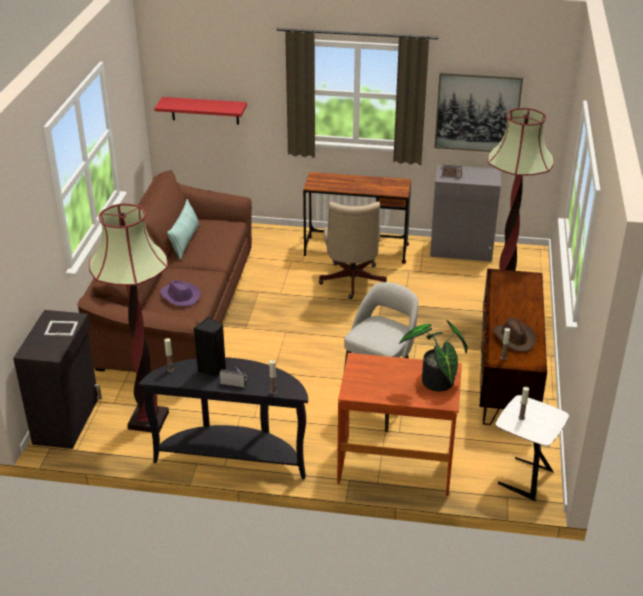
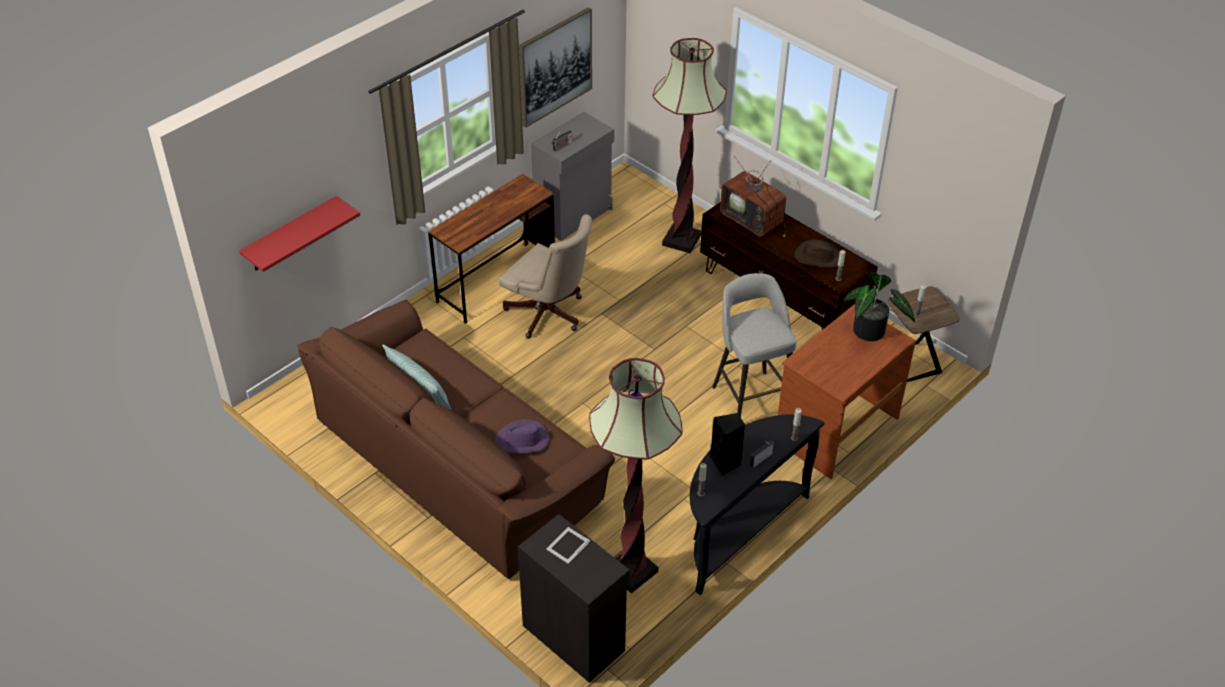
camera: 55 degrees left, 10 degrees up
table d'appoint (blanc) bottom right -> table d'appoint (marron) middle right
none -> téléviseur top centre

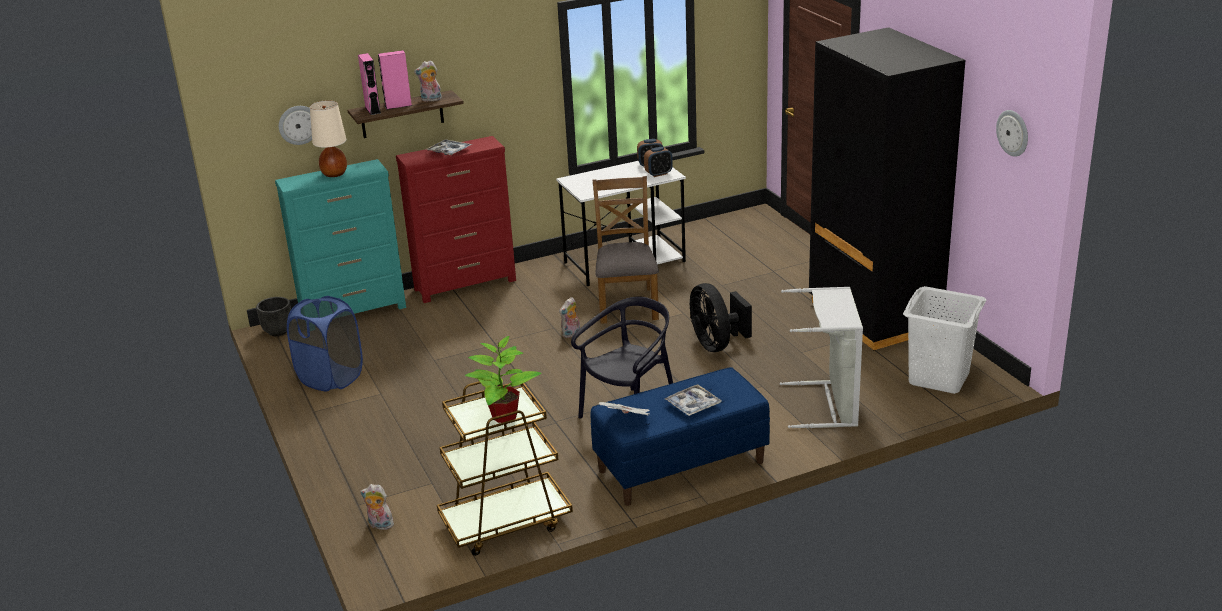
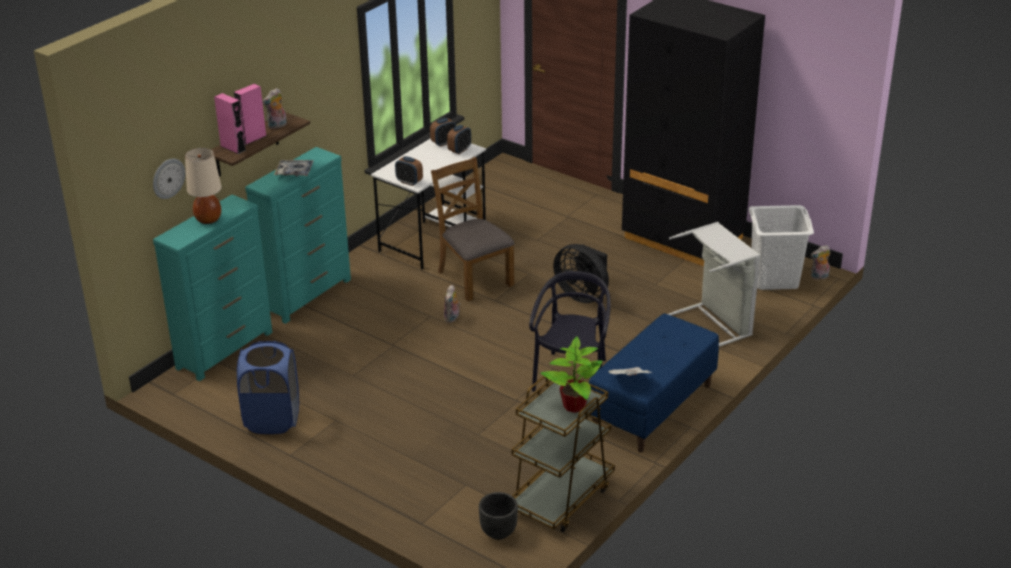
camera: 30 degrees left, 5 degrees up
cache-pot (noir) middle left -> cache-pot (noir) bottom centre, shifted
peluche (no. 1 from left in the first image) bottom left -> peluche (no. 3 from left) middle right, shifted
commode (rouge) centre -> commode (turquoise) (no. 2 from left) middle left
plateau (no. 2 from left) centre -> none
horloge murale (no. 2 from left) top right -> none
none -> réveil (no. 1 from left) top centre

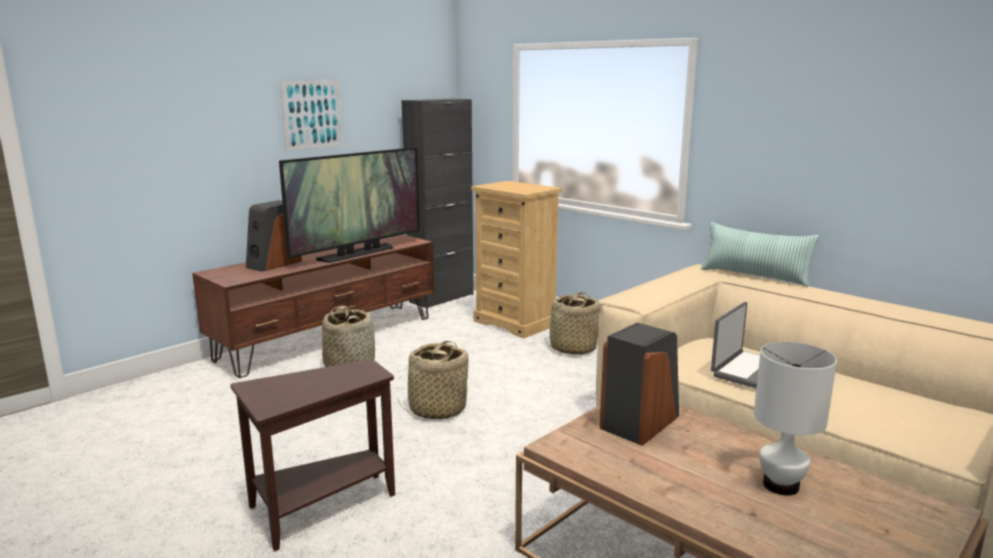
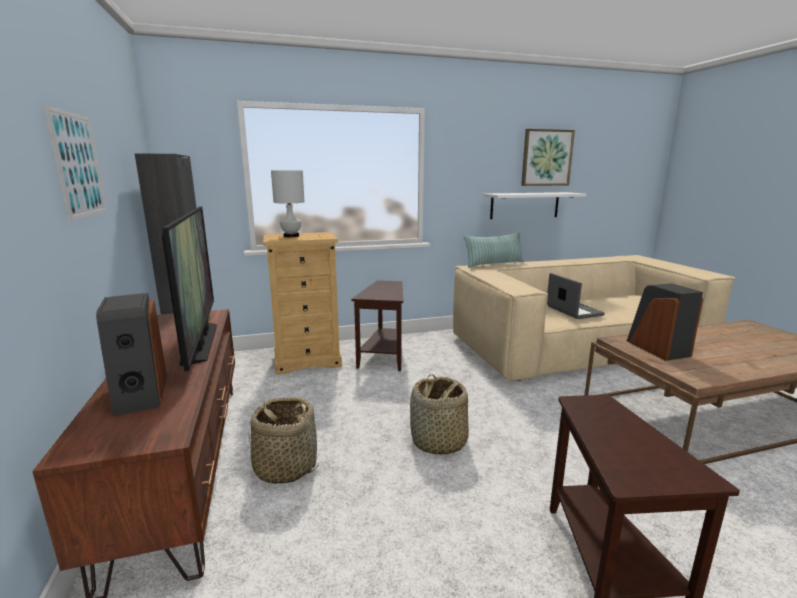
camera: 60 degrees left, 0 degrees up
panier (no. 3 from left) centre -> table d'appoint (marron) (no. 1 from left) centre
lampe de table (blanc) bottom right -> lampe de table (blanc) centre, shifted
none -> étagère (blanc) middle right
none -> tableau (no. 2 from left) top right

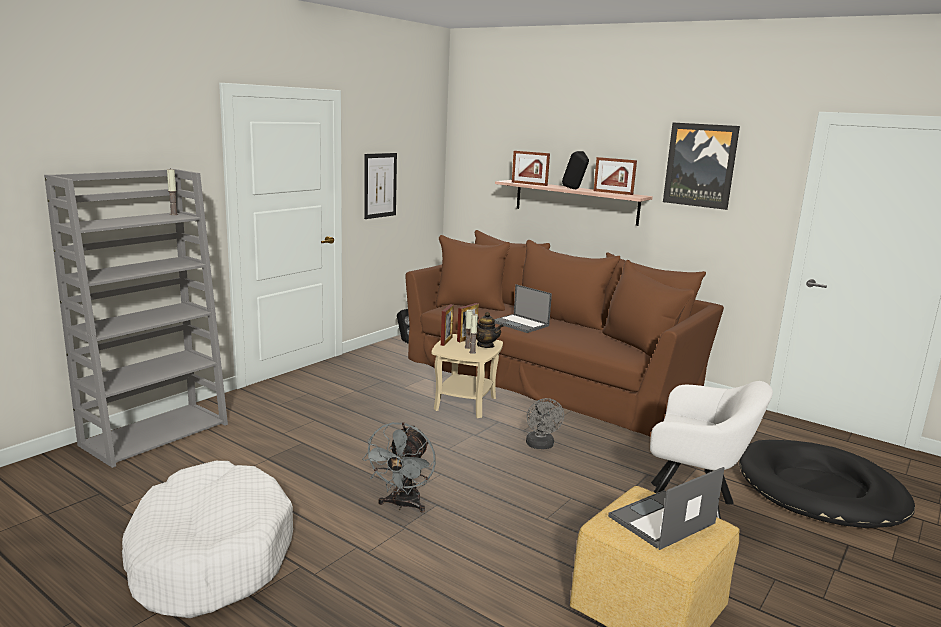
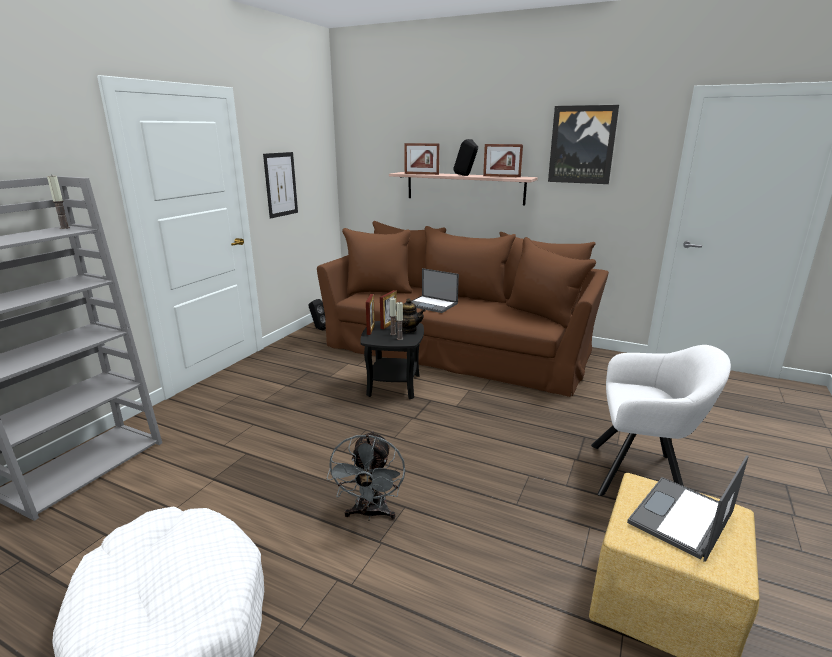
camera: 10 degrees left, 5 degrees up
table d'appoint (beige) centre -> table d'appoint (noir) centre
ventilateur (gris) (no. 2 from left) bottom centre -> none
panier pour chien (noir) bottom right -> none

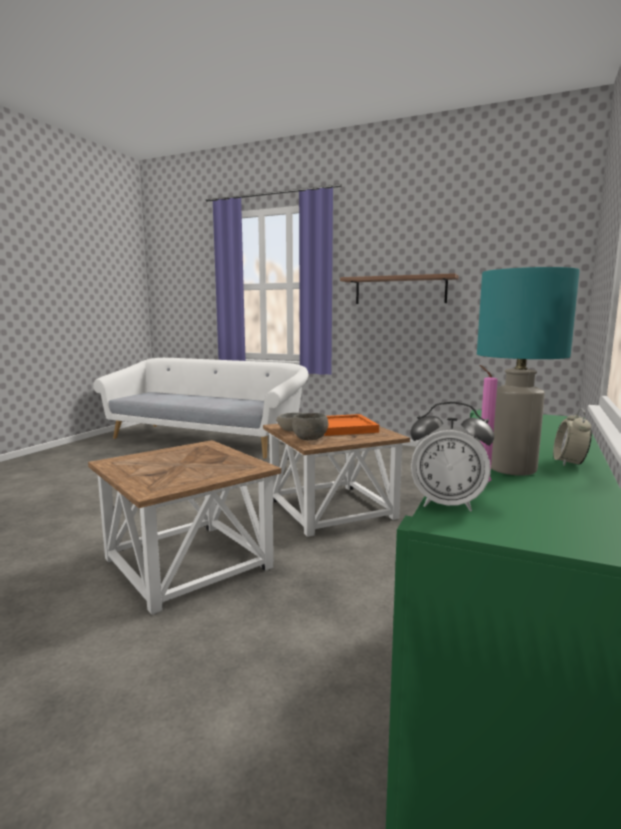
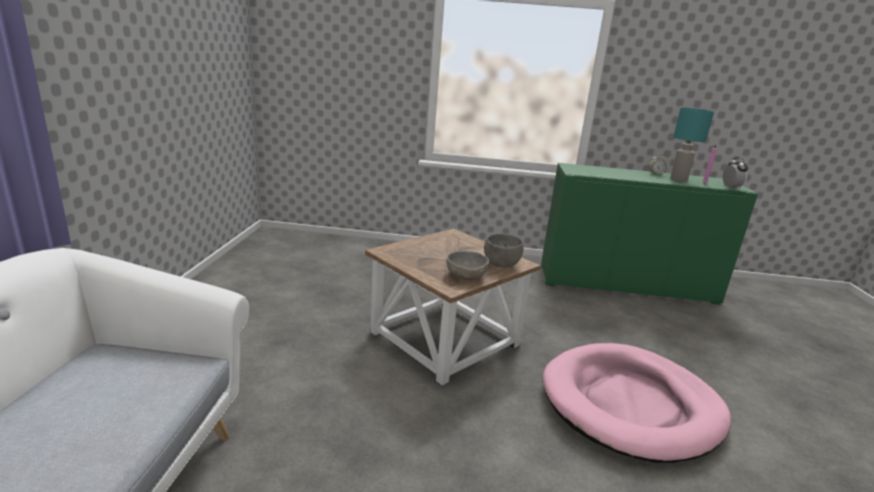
camera: 110 degrees left, 10 degrees up
table d'appoint (marron) (no. 1 from left) middle left -> panier pour chien (rose) bottom right
plateau (orange) centre -> none
étagère centre -> none

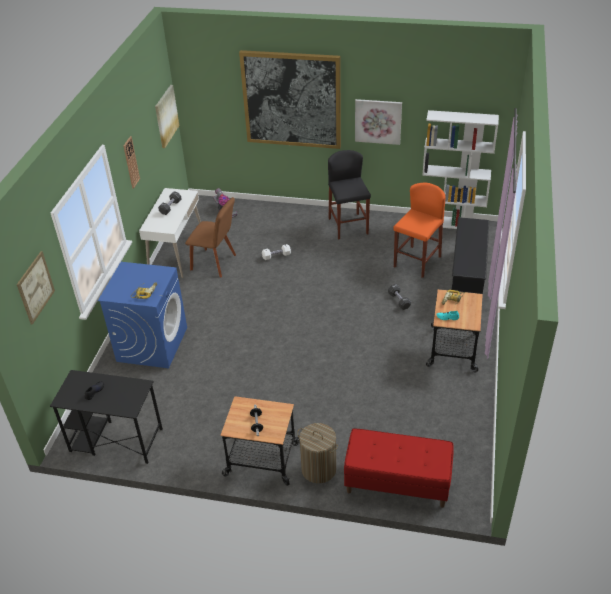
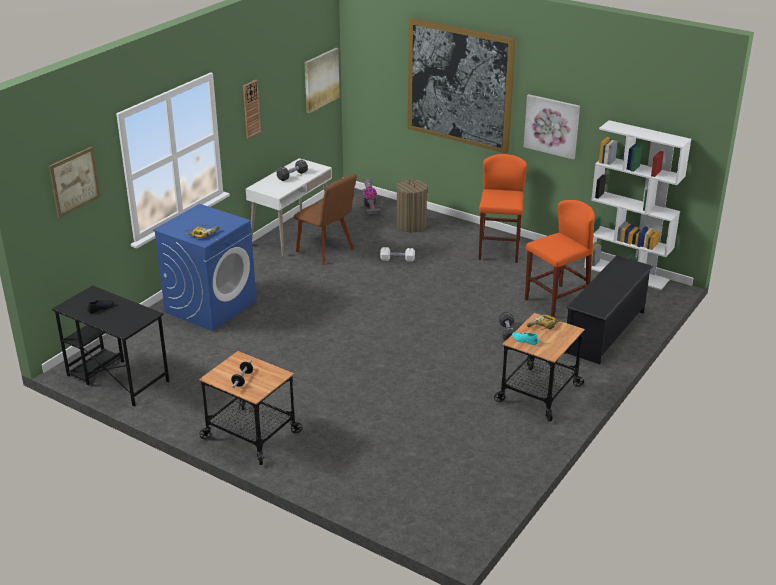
camera: 20 degrees right, 10 degrees down
panier à linge bottom centre -> panier à linge centre, shifted
tabouret (noir) top centre -> tabouret (orange) (no. 1 from left) centre
banc (rouge) bottom centre -> none

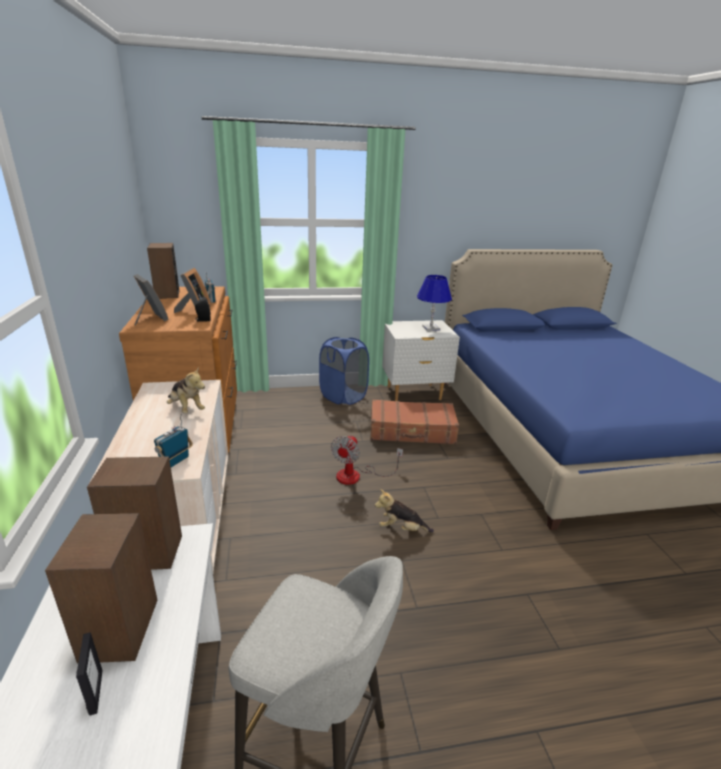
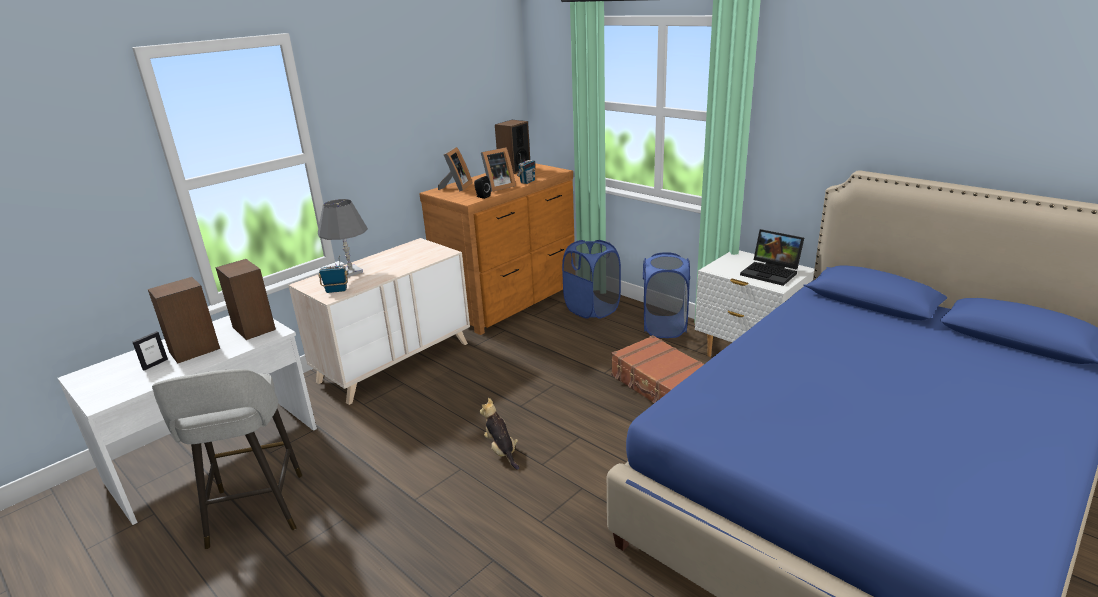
camera: 55 degrees right, 0 degrees up
peluche (no. 1 from left) middle left -> none
ventilateur centre -> none
lampe de table (bleu) centre -> ordinateur portable middle right
none -> lampe de table (gris) middle left
none -> panier à linge (bleu) (no. 1 from left) centre

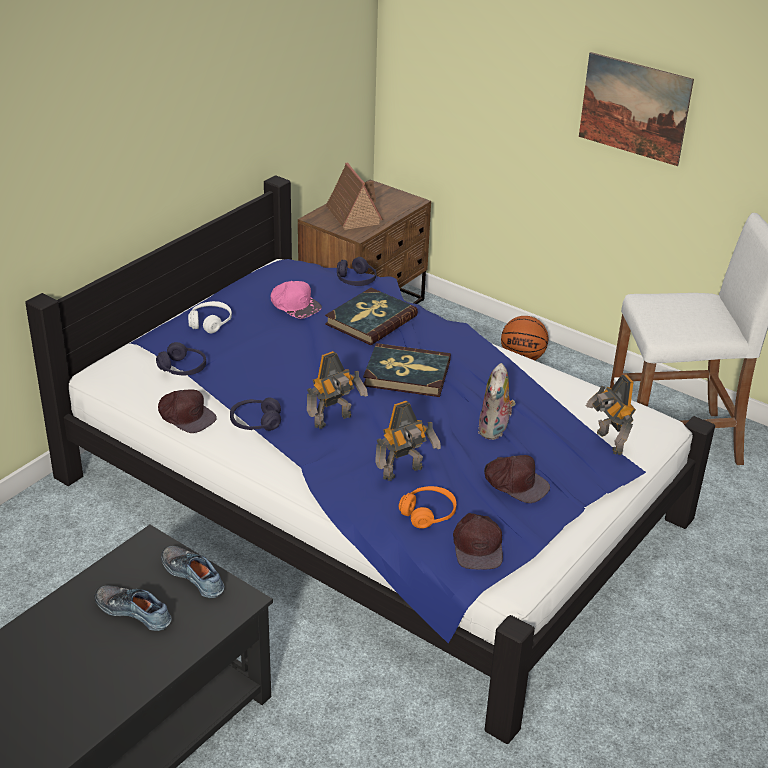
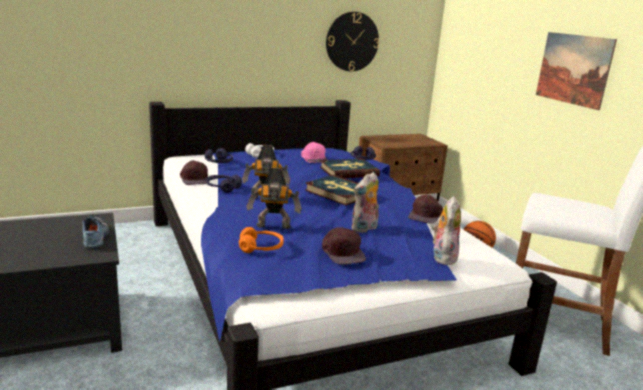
camera: 30 degrees right, 15 degrees down
chaussure (no. 1 from left) bottom left -> none
maison miniature top centre -> none
casquette (marron) (no. 2 from left in the first image) bottom centre -> casquette (marron) (no. 3 from left) centre, shifted
robot jouet (no. 3 from left) middle right -> peluche (no. 2 from left) middle right
none -> horloge murale top centre

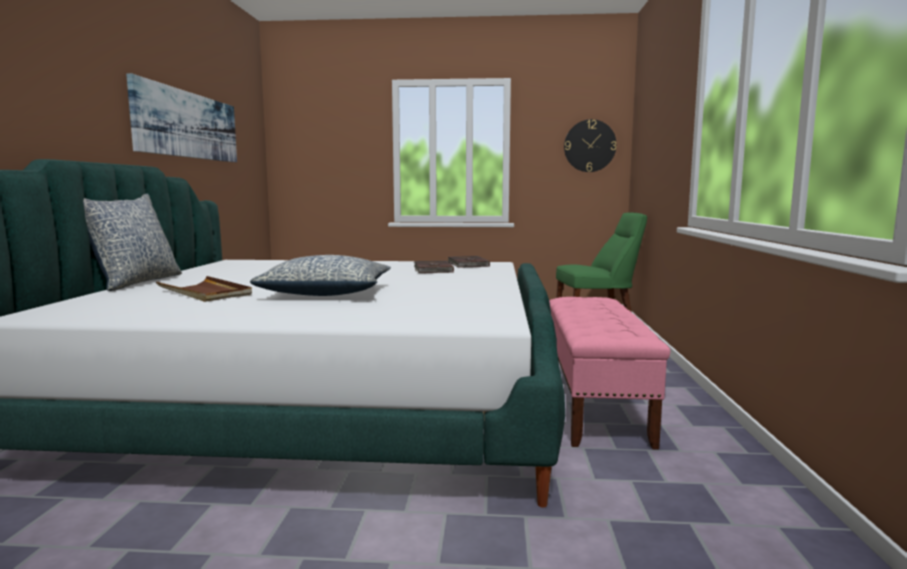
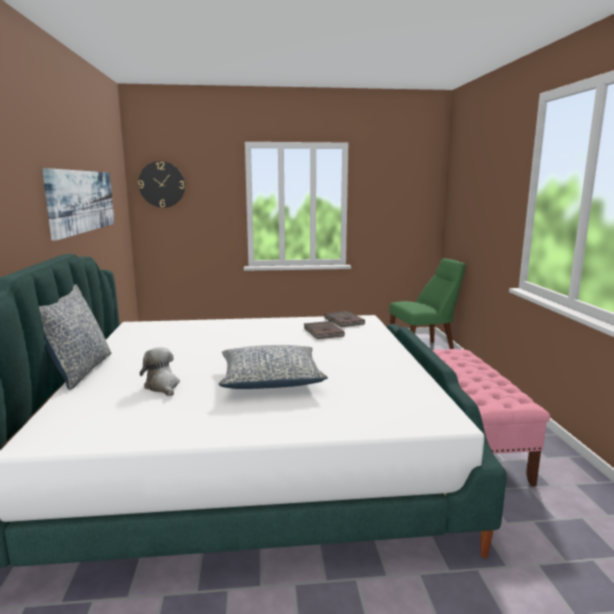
camera: 10 degrees left, 5 degrees up
plateau (marron) middle left -> peluche middle left
horloge murale top centre -> horloge murale top left, shifted

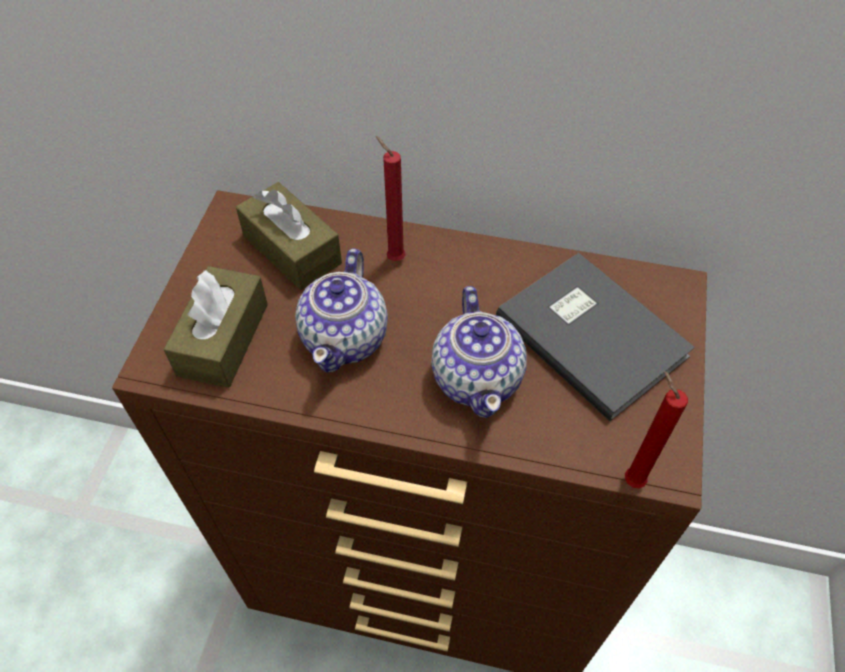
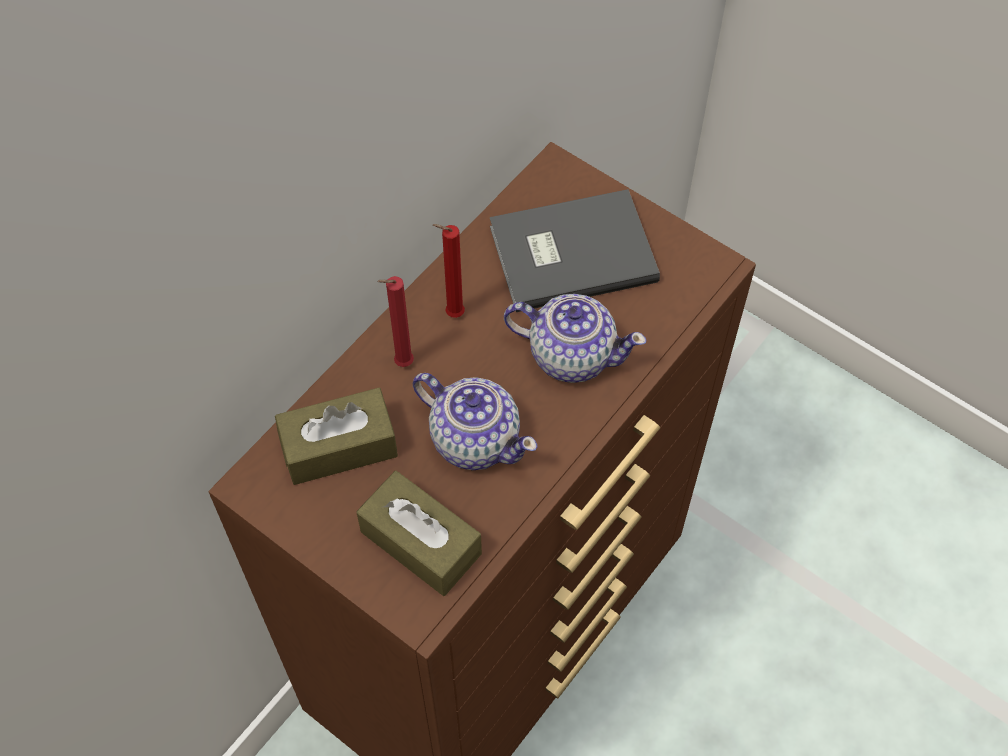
camera: 65 degrees left, 5 degrees up
bougie (rouge) (no. 2 from left) middle right -> bougie (rouge) (no. 2 from left) centre, shifted

